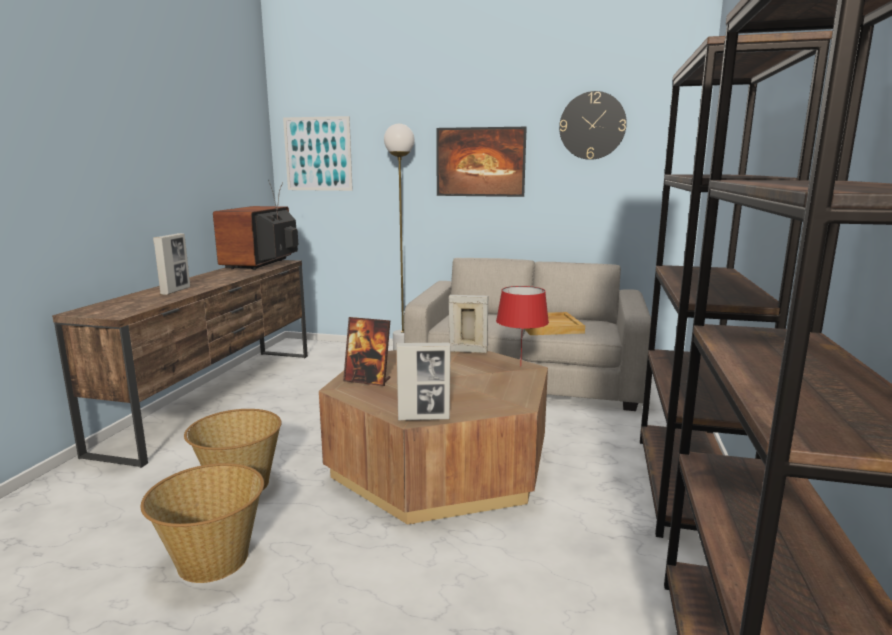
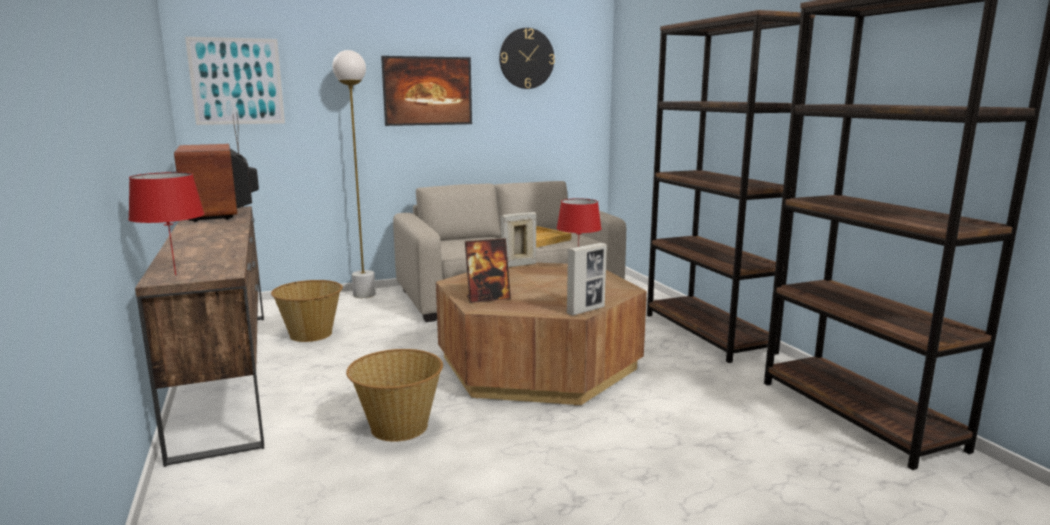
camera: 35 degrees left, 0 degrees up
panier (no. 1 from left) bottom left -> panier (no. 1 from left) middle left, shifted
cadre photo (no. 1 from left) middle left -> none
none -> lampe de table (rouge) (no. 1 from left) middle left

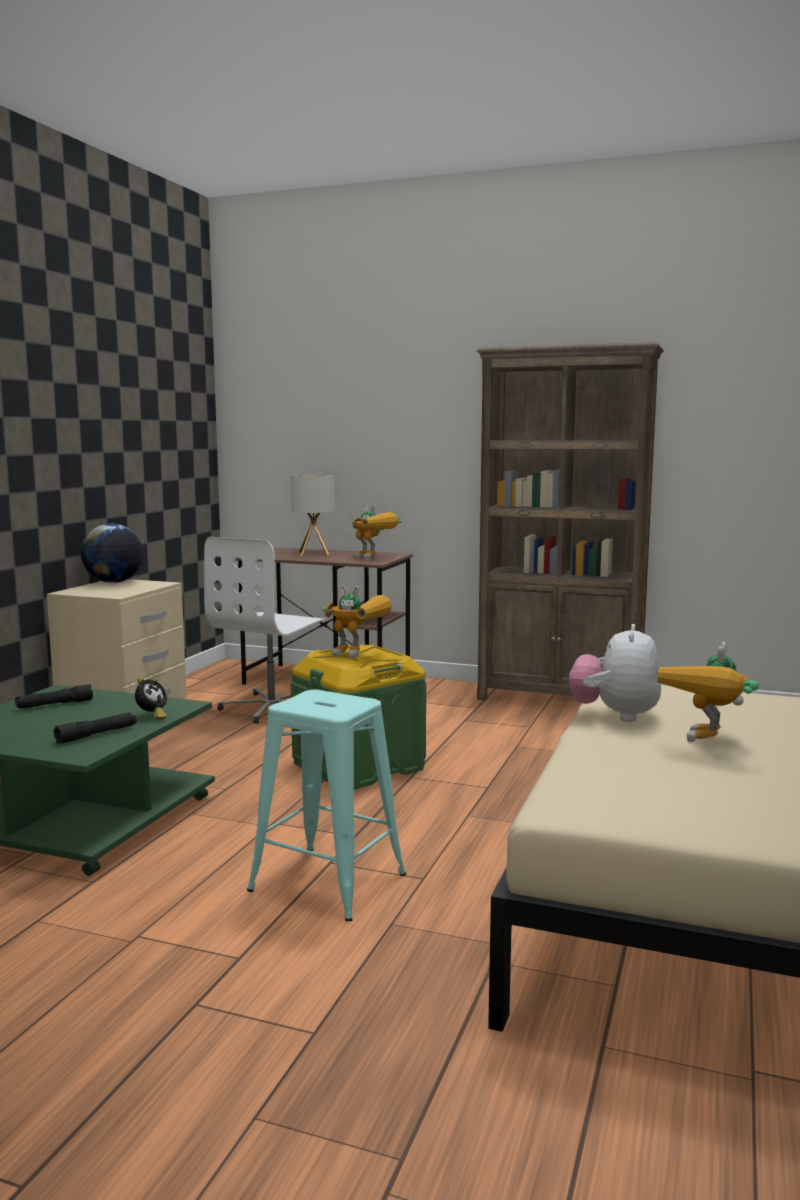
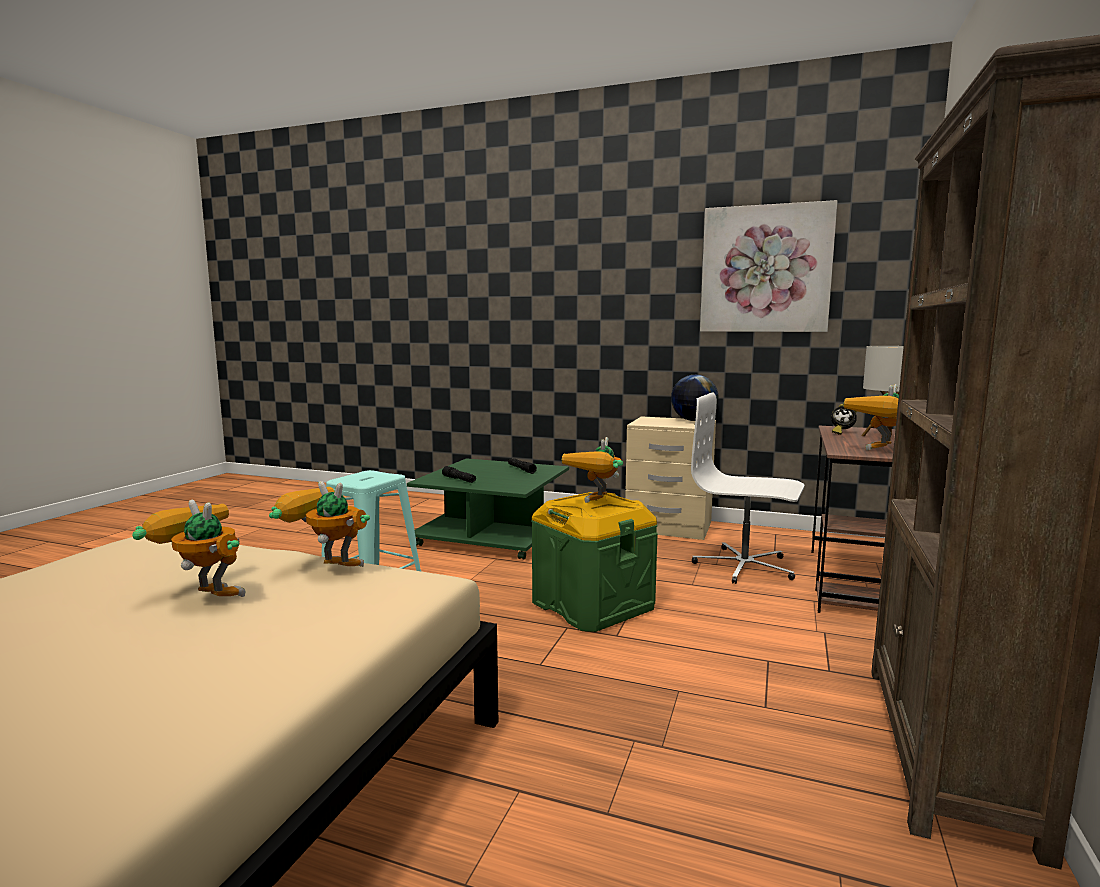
camera: 90 degrees right, 0 degrees up
réveil middle left -> réveil middle right, shifted
peluche middle right -> robot jouet (no. 2 from left) middle left
none -> tableau top right

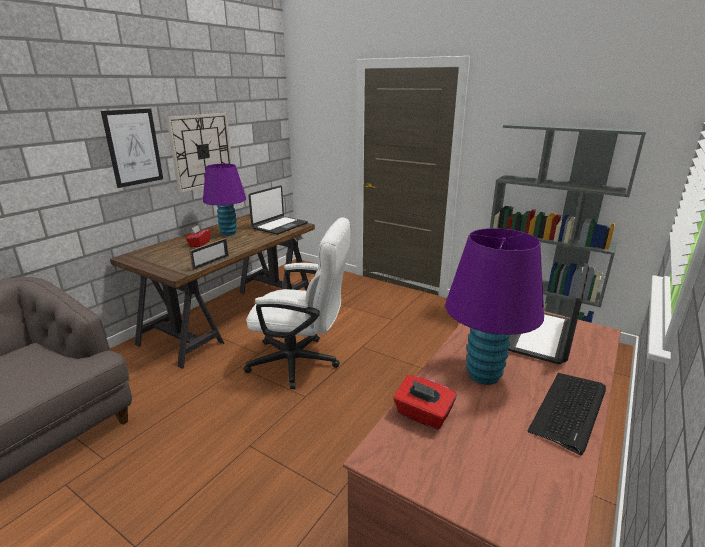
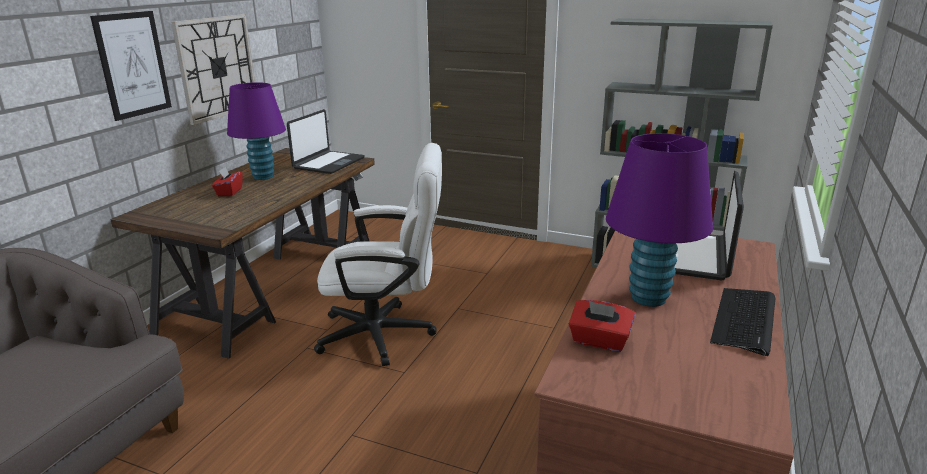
camera: 10 degrees left, 0 degrees up
cadre photo middle left -> none

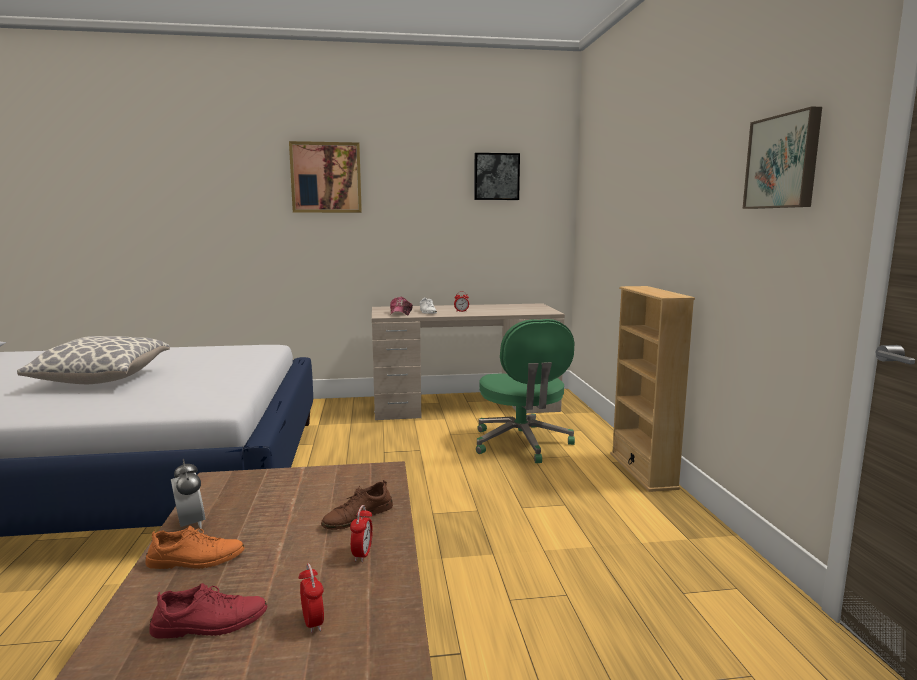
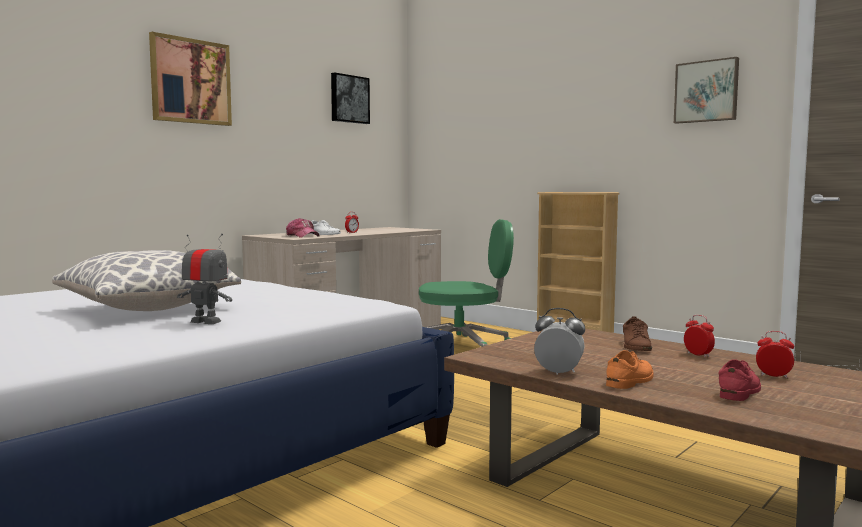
camera: 40 degrees left, 5 degrees down
chaise de bureau (vert) centre, 45 degrees counterclockwise
none -> robot jouet middle left

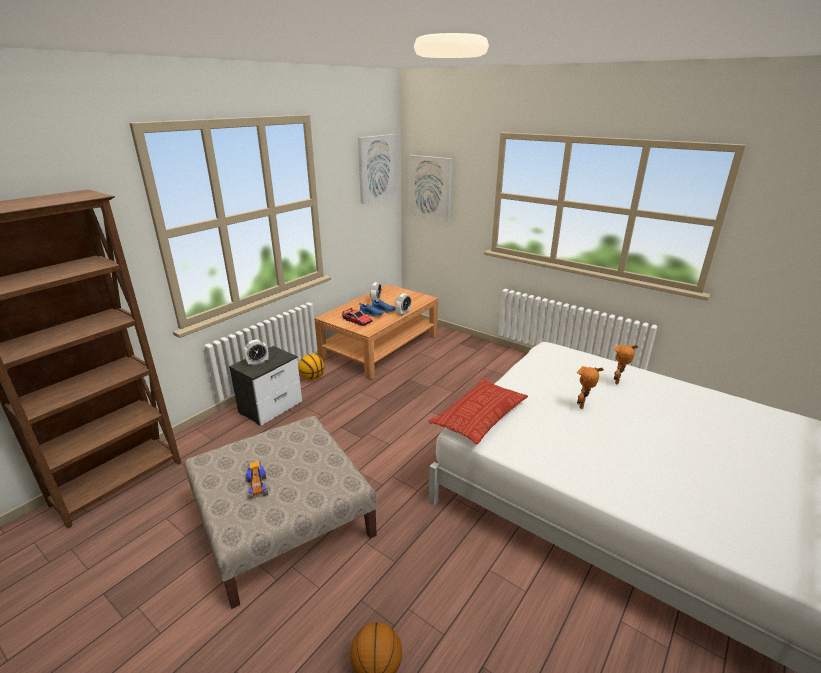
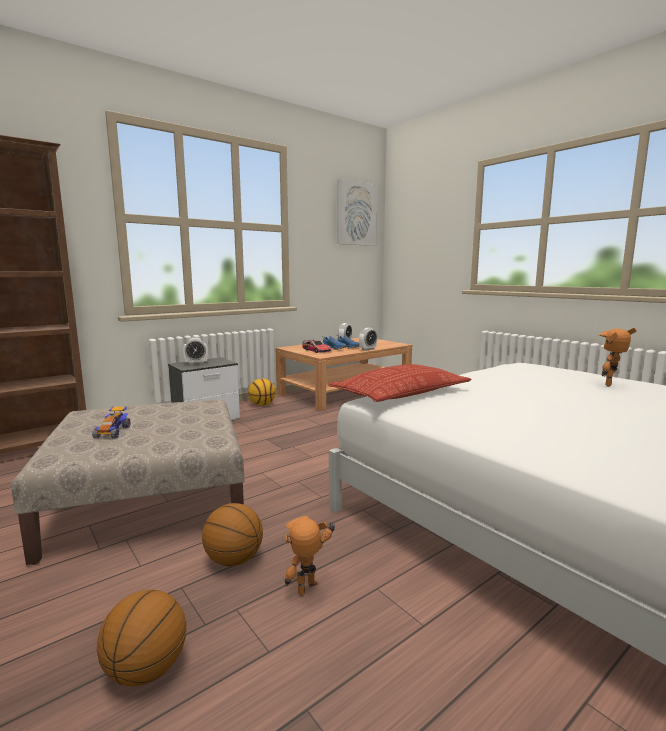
camera: 15 degrees right, 15 degrees down
tableau (no. 2 from left) top centre -> none
robot jouet (no. 1 from left) middle right -> robot jouet (no. 1 from left) bottom centre, shifted
none -> ballon de basket (no. 2 from left) bottom centre

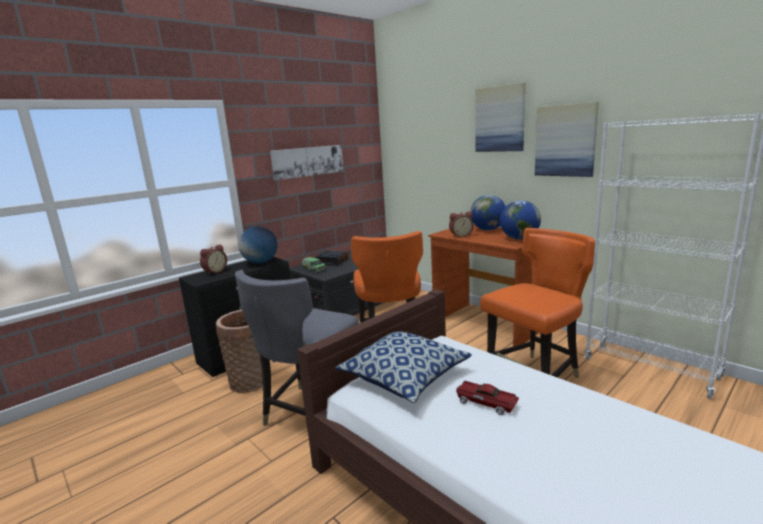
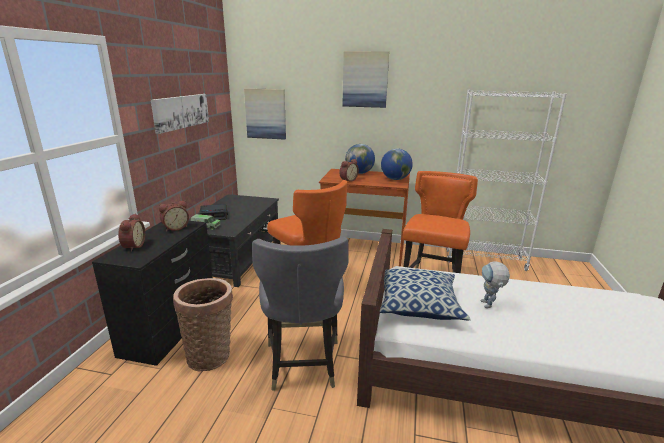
camera: 35 degrees left, 5 degrees up
globe (no. 1 from left) centre -> réveil (no. 2 from left) middle left
petite voiture bottom centre -> robot jouet middle right
tableau (no. 3 from left in the first image) top right -> tableau (no. 2 from left) top centre, shifted

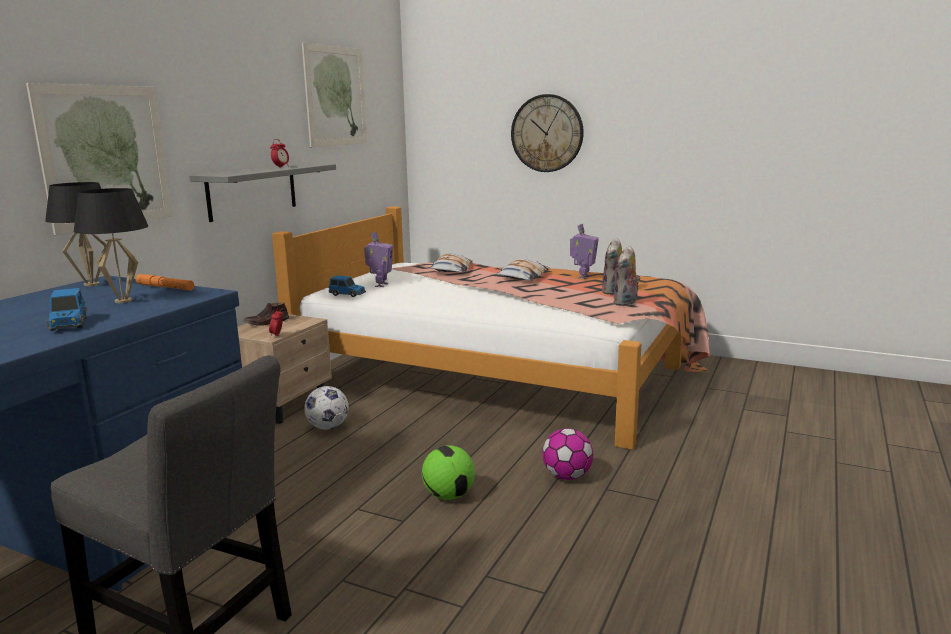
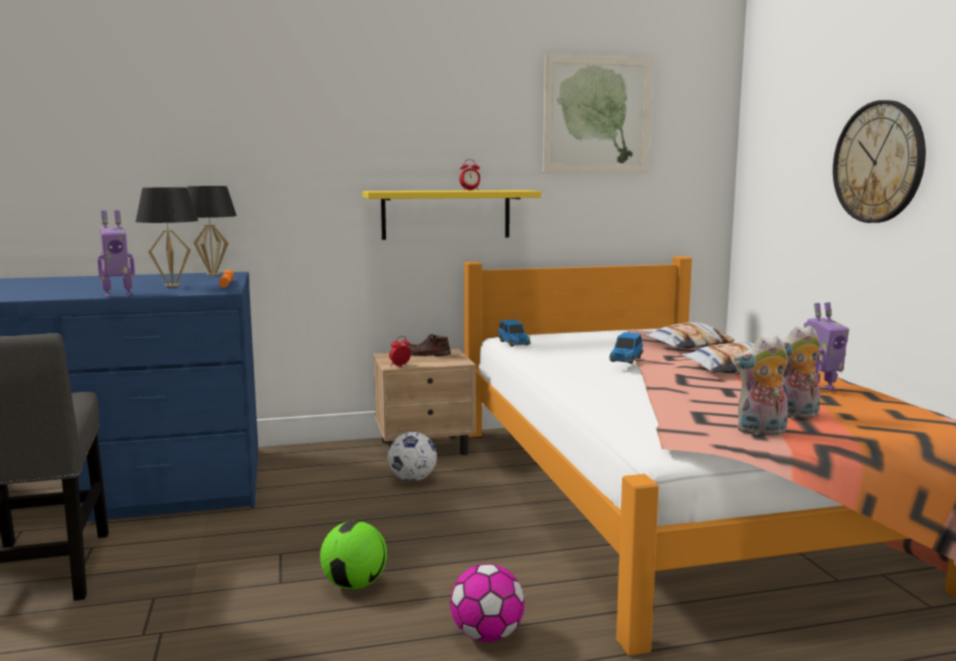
camera: 50 degrees right, 5 degrees down
tableau (no. 1 from left) top left -> none
petite voiture (no. 1 from left in the first image) middle left -> petite voiture (no. 2 from left) centre, shifted
étagère (gris) top left -> étagère (jaune) top centre
robot jouet (no. 1 from left) centre -> robot jouet (no. 1 from left) middle left, shifted

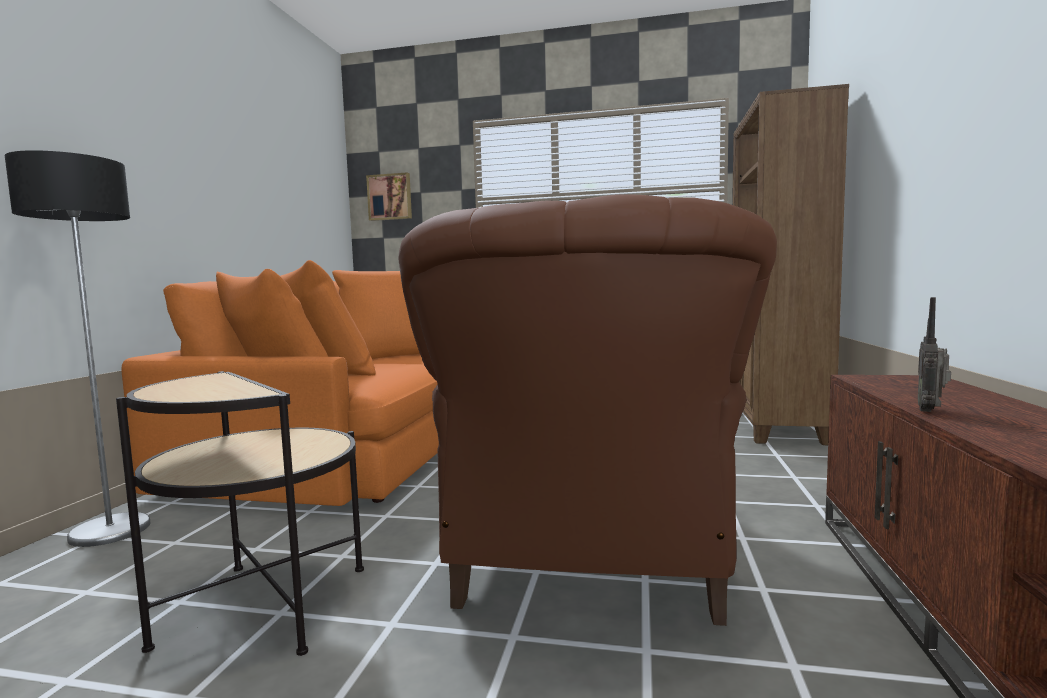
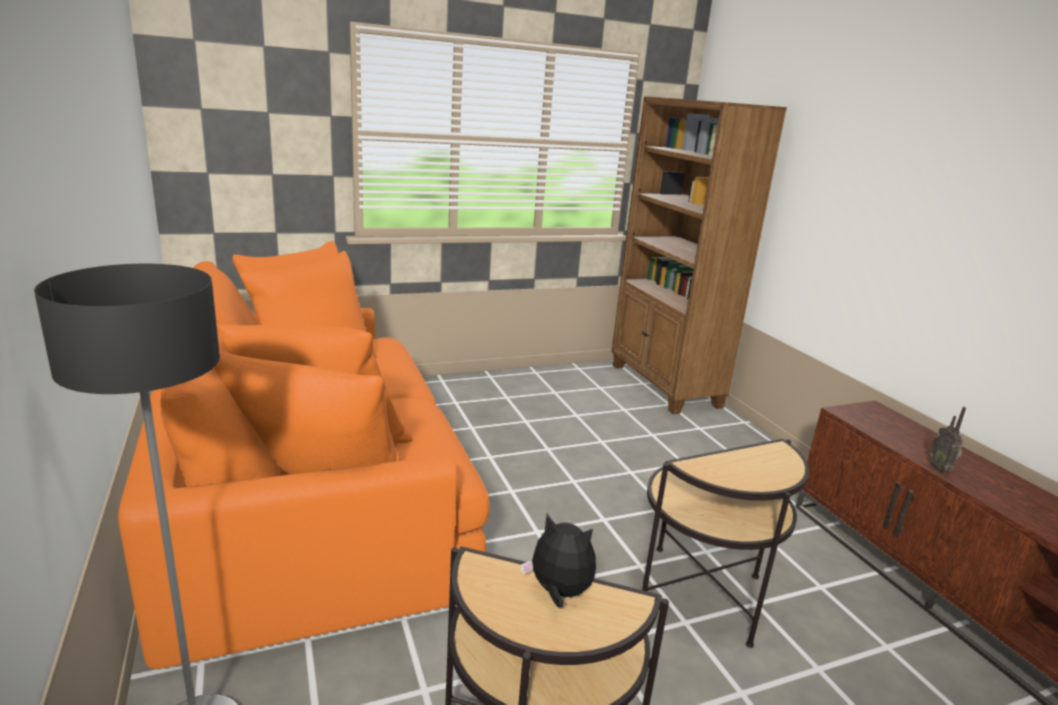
camera: 35 degrees left, 15 degrees up
tableau top centre -> none
fauteuil (marron) centre -> table d'appoint (no. 2 from left) bottom right
none -> peluche bottom centre

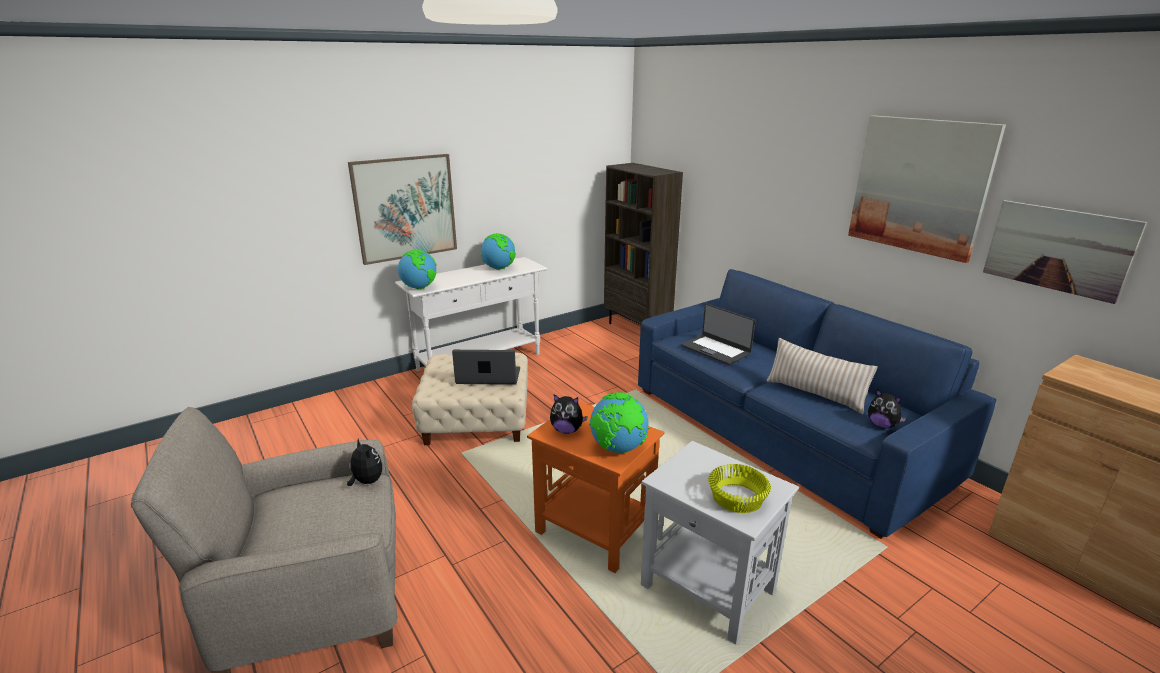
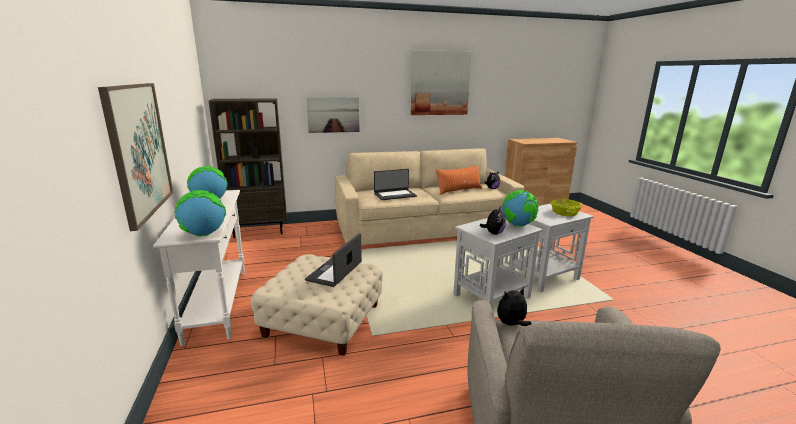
camera: 70 degrees left, 5 degrees down
table d'appoint (orange) bottom centre -> table d'appoint (blanc) (no. 1 from left) centre
canapé (bleu) middle right -> canapé (beige) centre
coussin (beige) middle right -> coussin (orange) centre
tableau (no. 3 from left in the first image) middle right -> tableau (no. 2 from left) top centre, shifted

